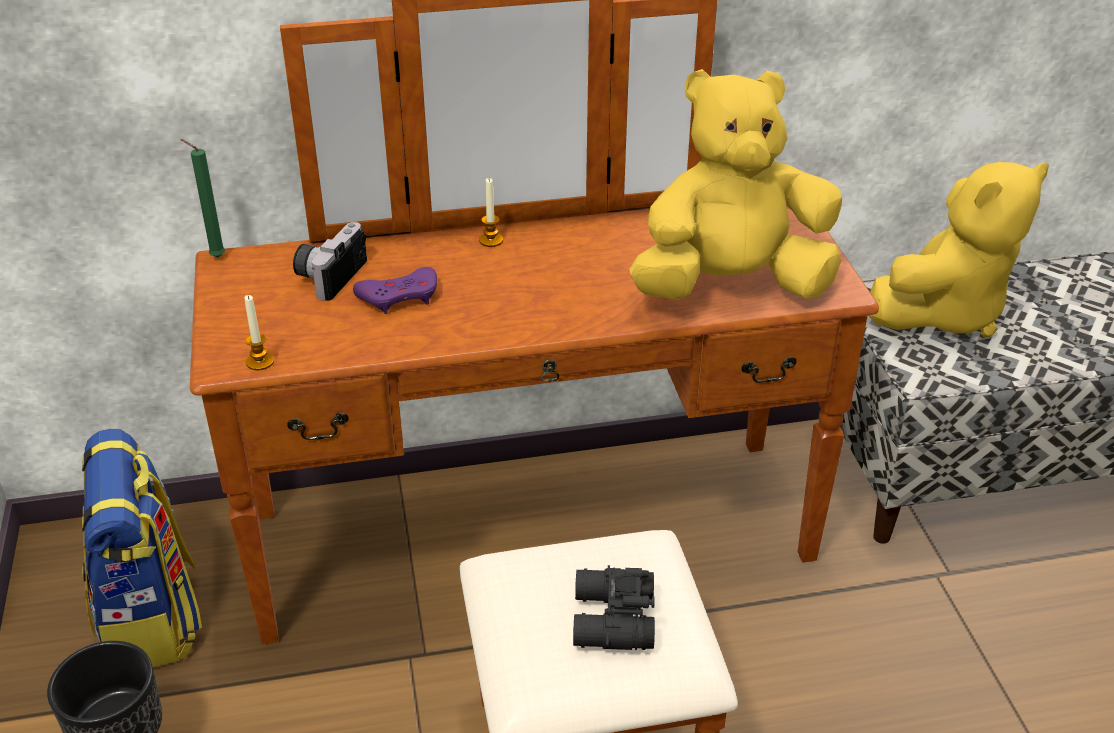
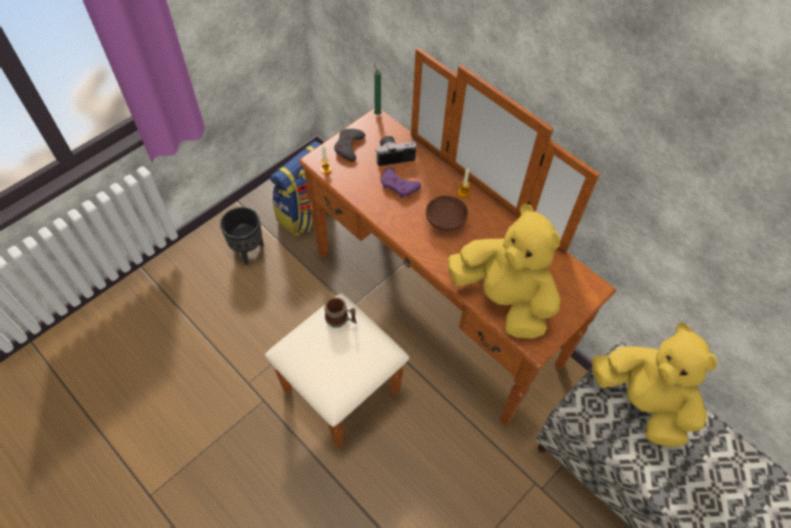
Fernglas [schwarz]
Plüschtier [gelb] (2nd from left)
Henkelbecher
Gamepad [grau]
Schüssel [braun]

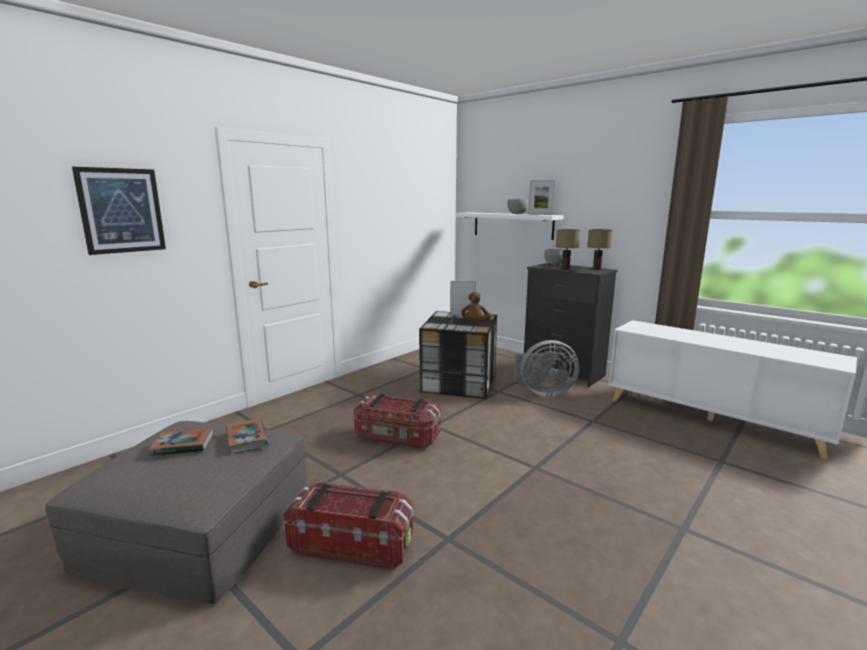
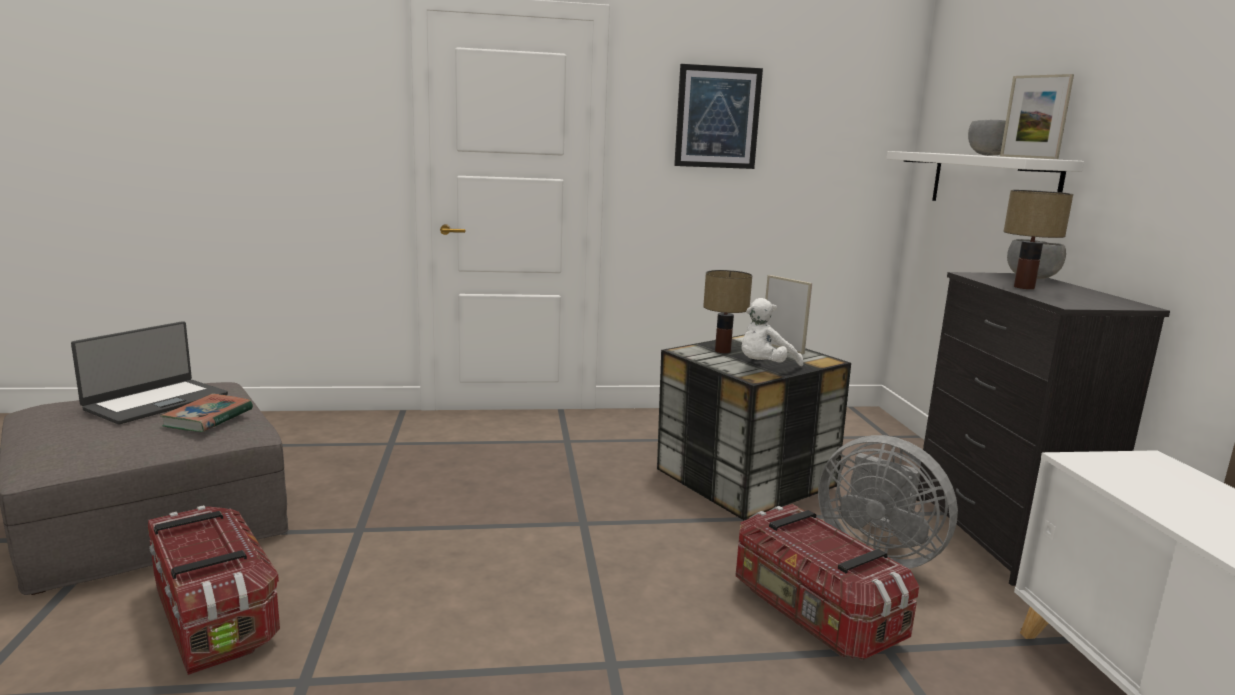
Bild
Laptop
Aufbewahrungsbox (3rd from left)
Plüschtier [weiß]
Tischlampe (1st from left)

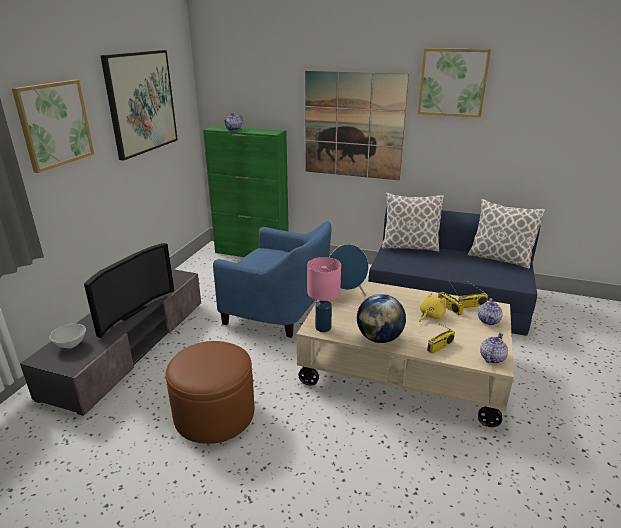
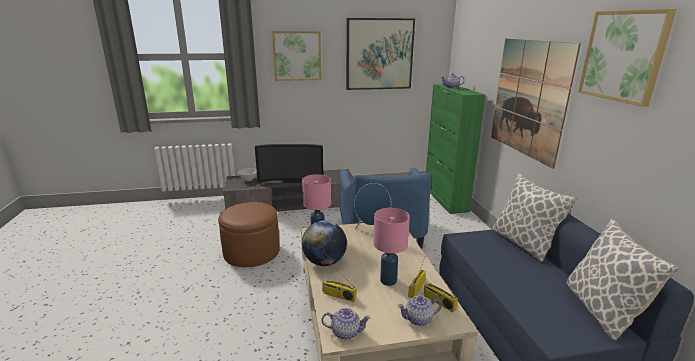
Tischlampe [rosa] (2nd from left)

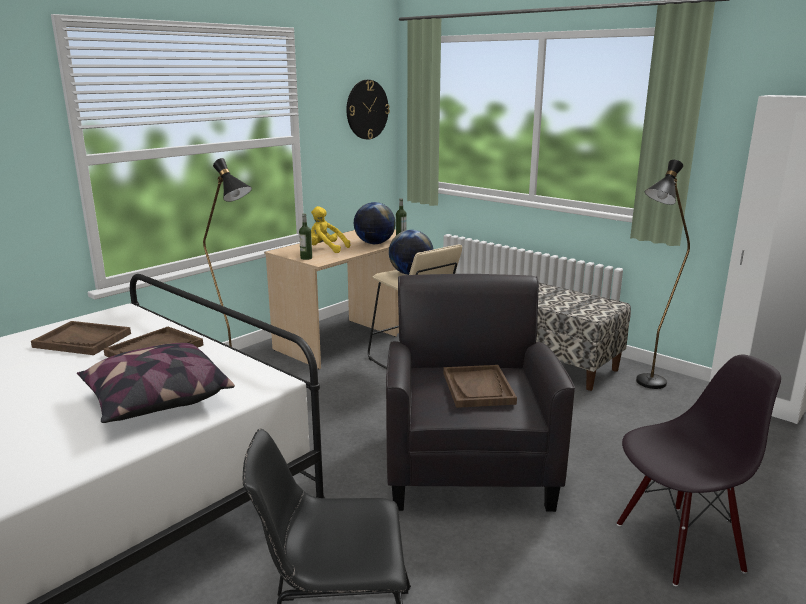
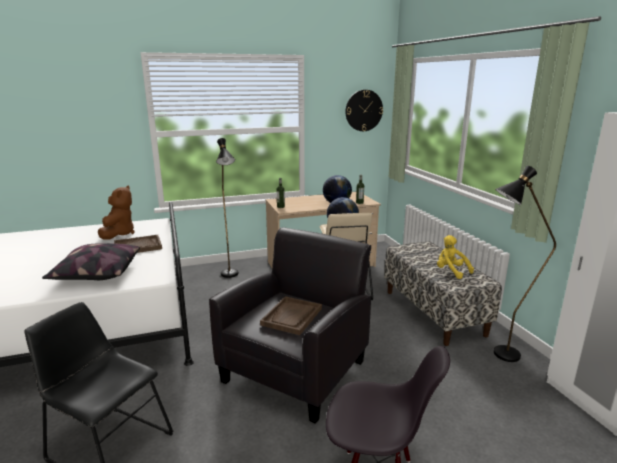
Plüschtier [braun]
Plüschtier [gelb]

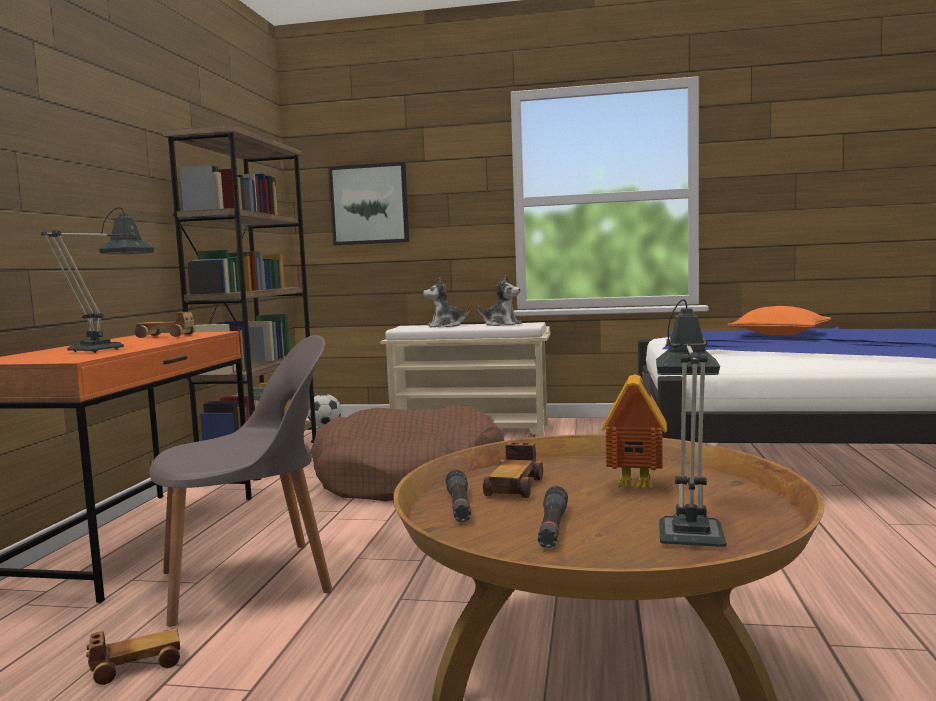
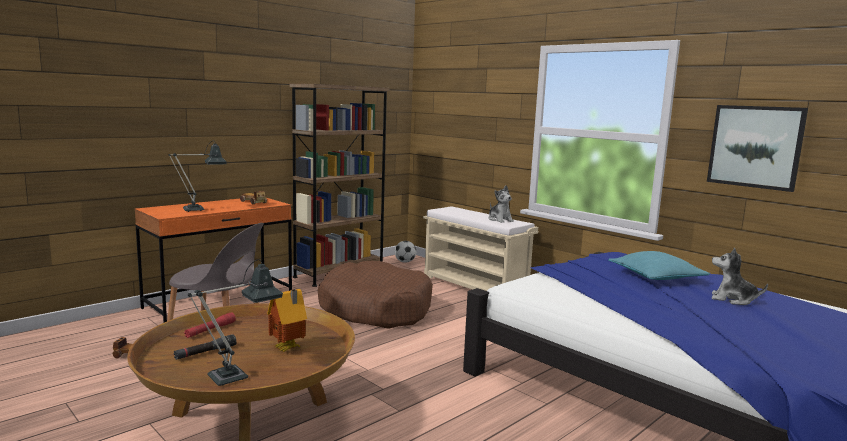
Bild
Plüschtier (2nd from left)
Taschenlampe [rot]
Spielzeugauto (3rd from left in the first image)
Kissen [türkis]

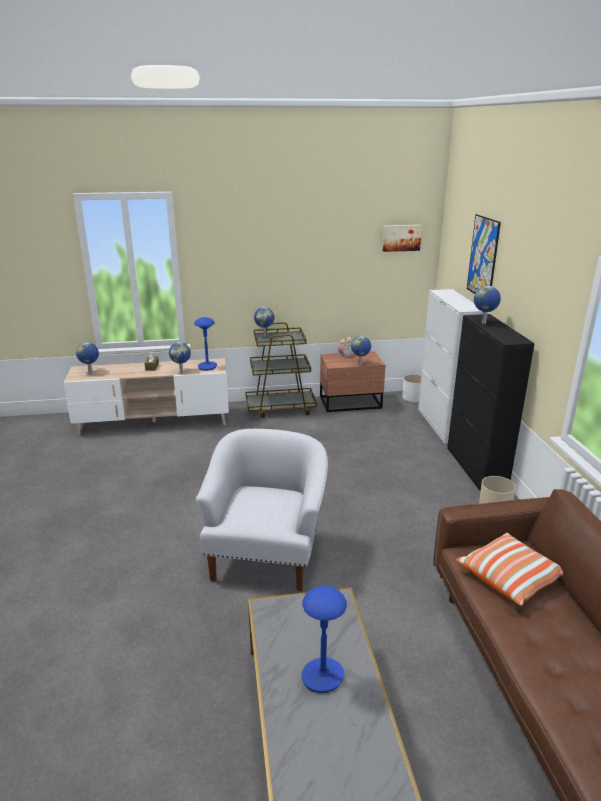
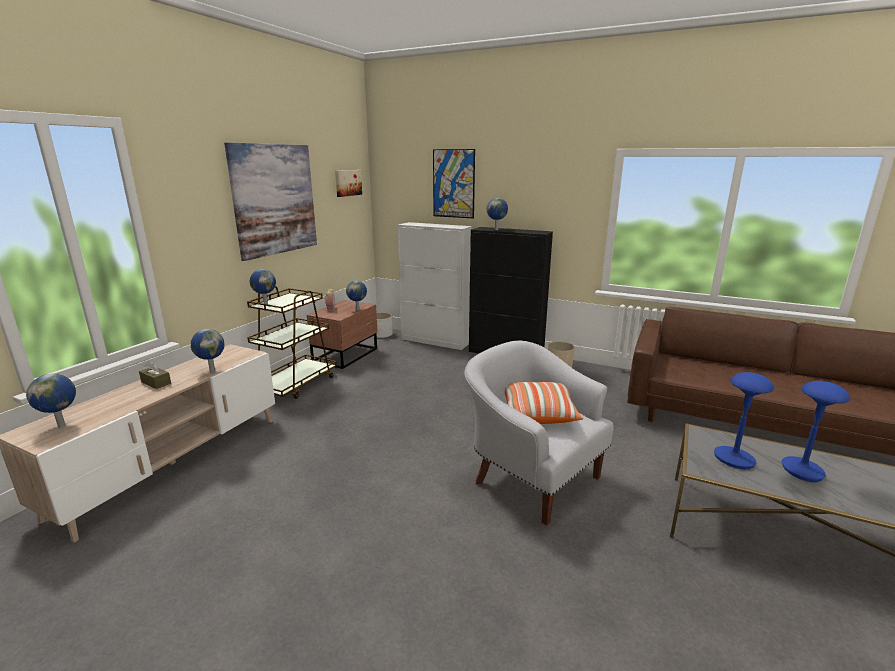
Tischlampe [blau] (1st from left)
Kissen
Bild (1st from left)

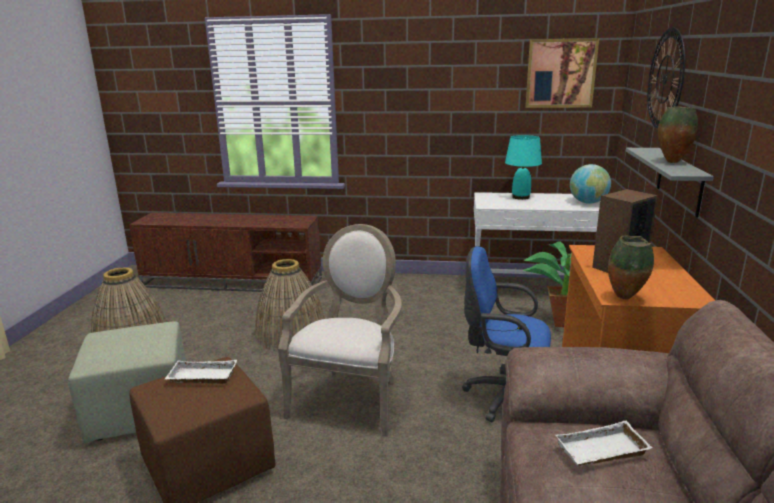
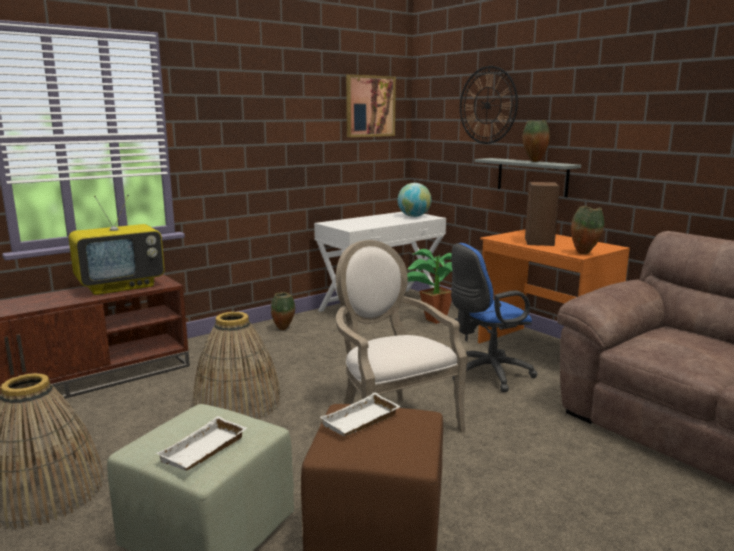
Tischlampe [türkis]
Tablett [weiß] (1st from left)
Fernseher
Vase (1st from left)

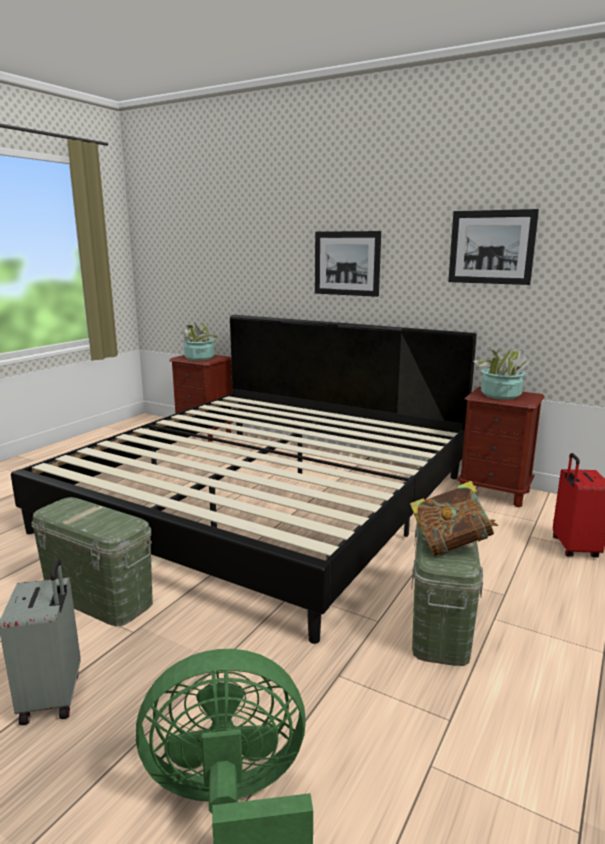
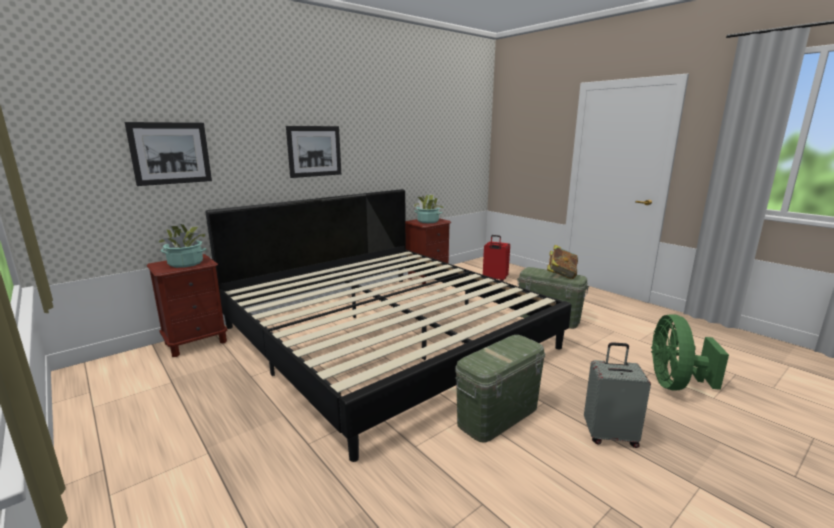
Bild (1st from left)

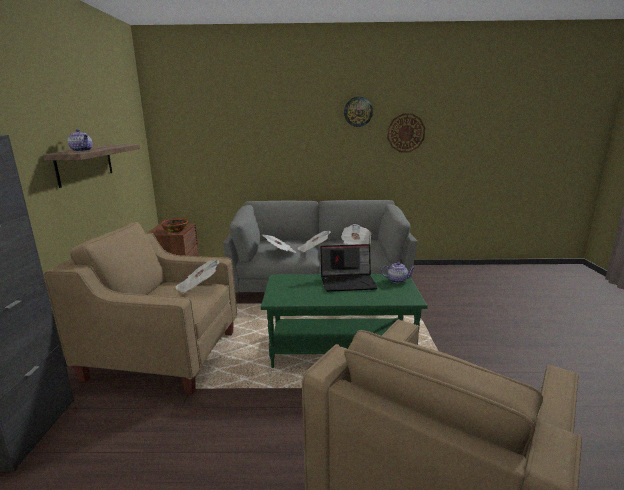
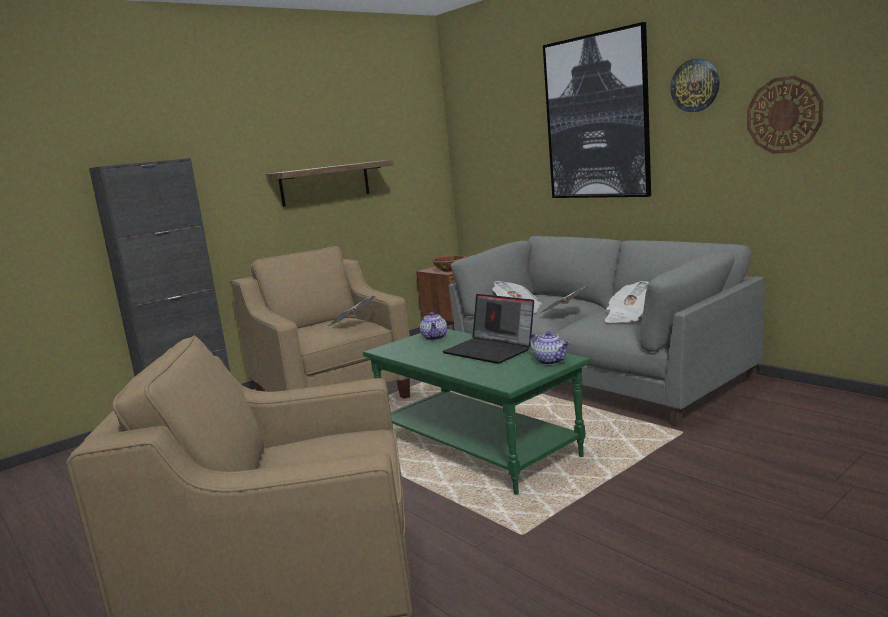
Teekanne (1st from left)
Bild

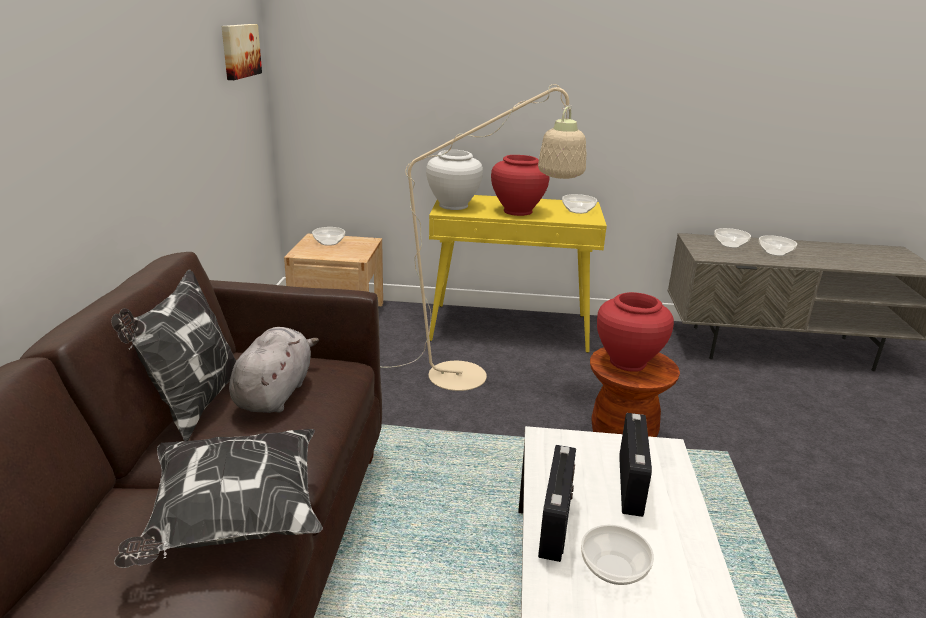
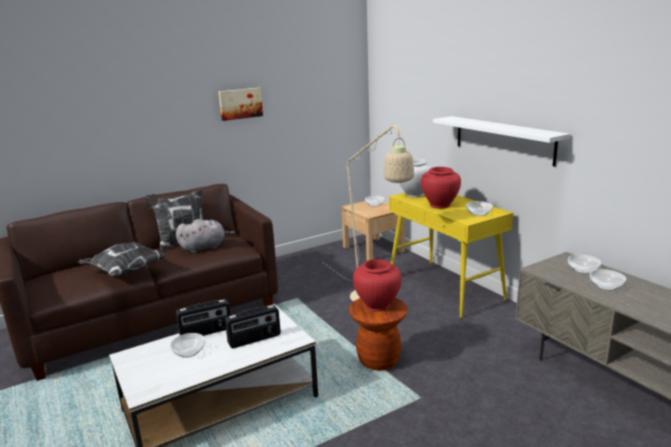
Bild
Wandregal [weiß]

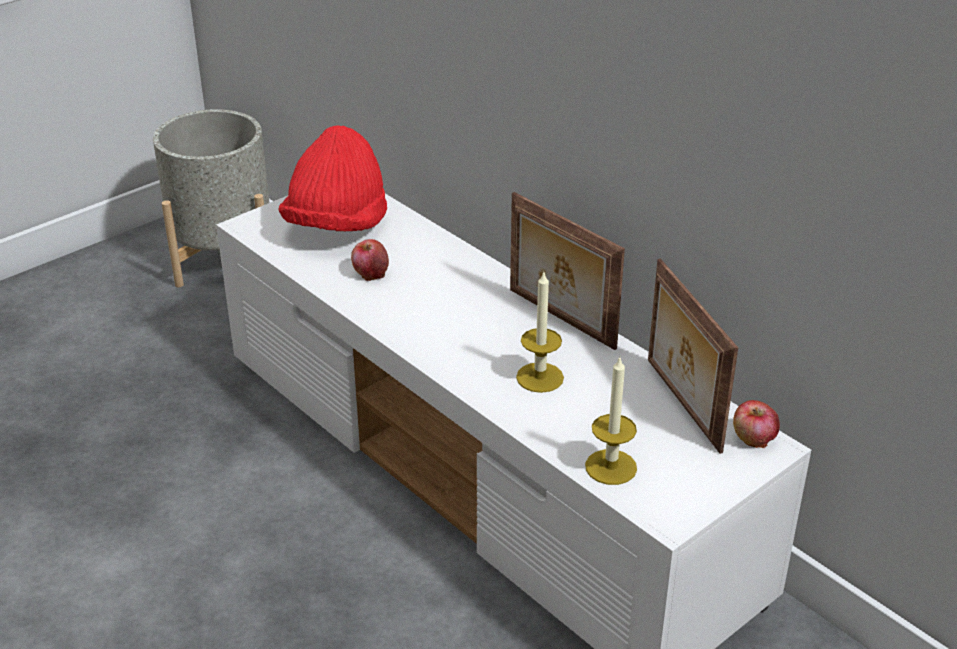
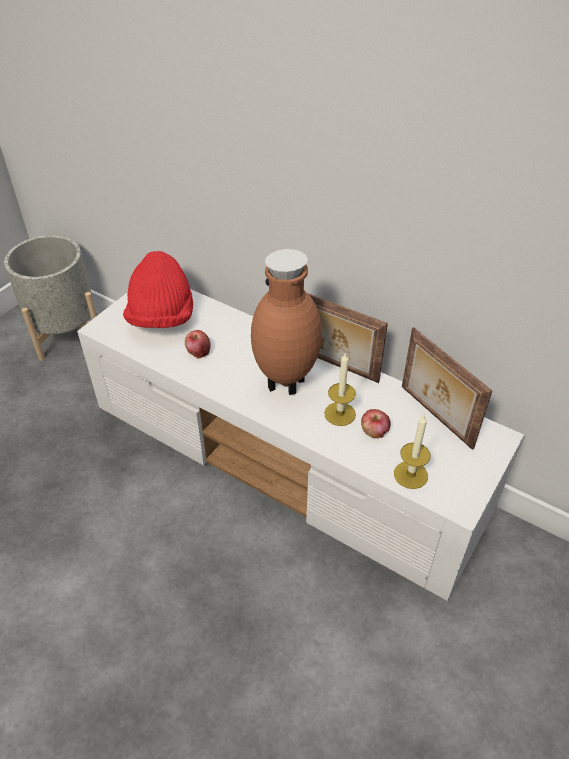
Apfel (2nd from left)
Vase [braun]

